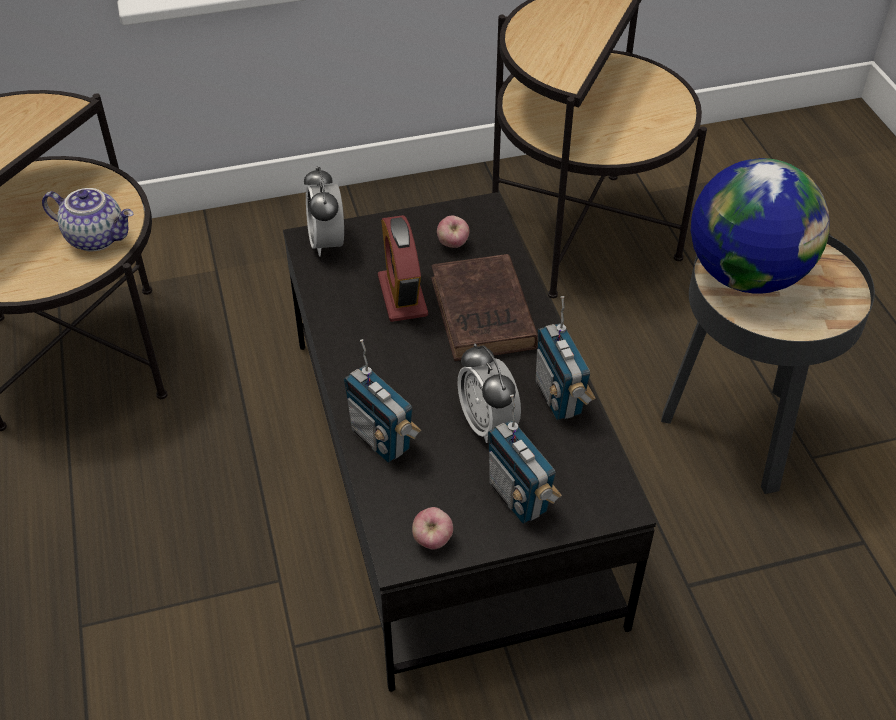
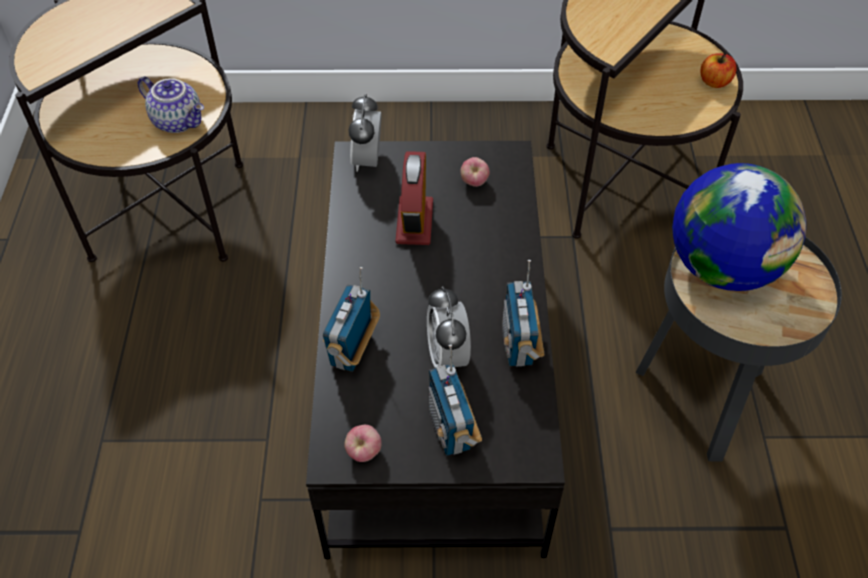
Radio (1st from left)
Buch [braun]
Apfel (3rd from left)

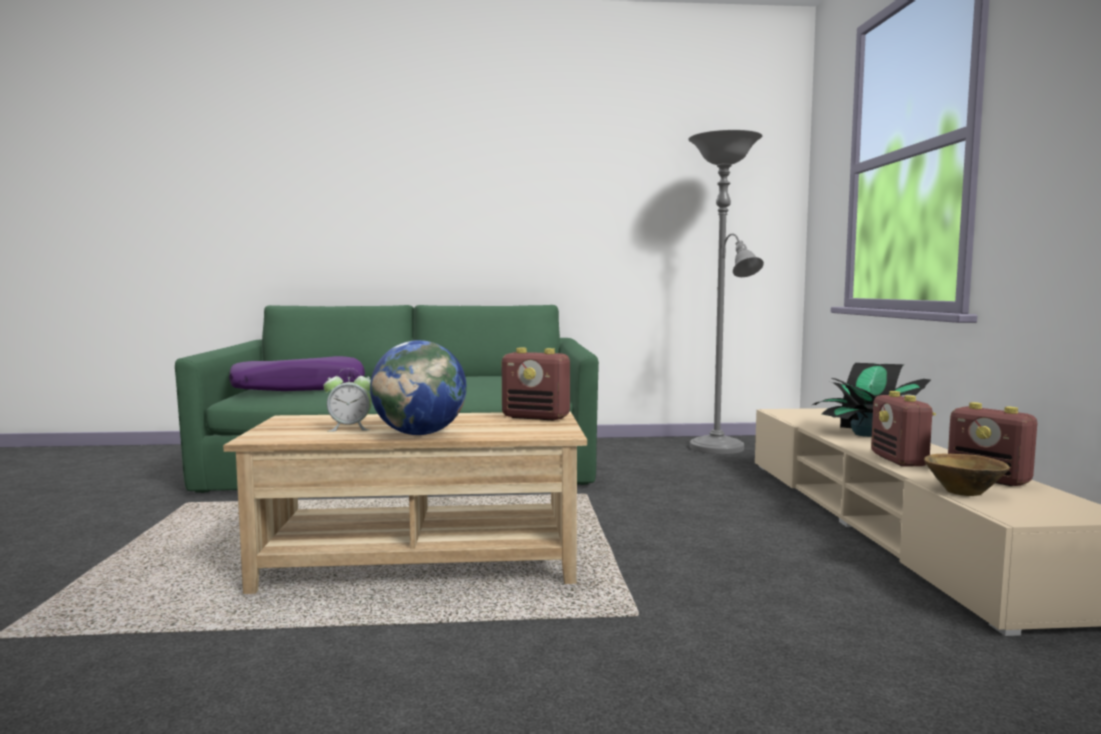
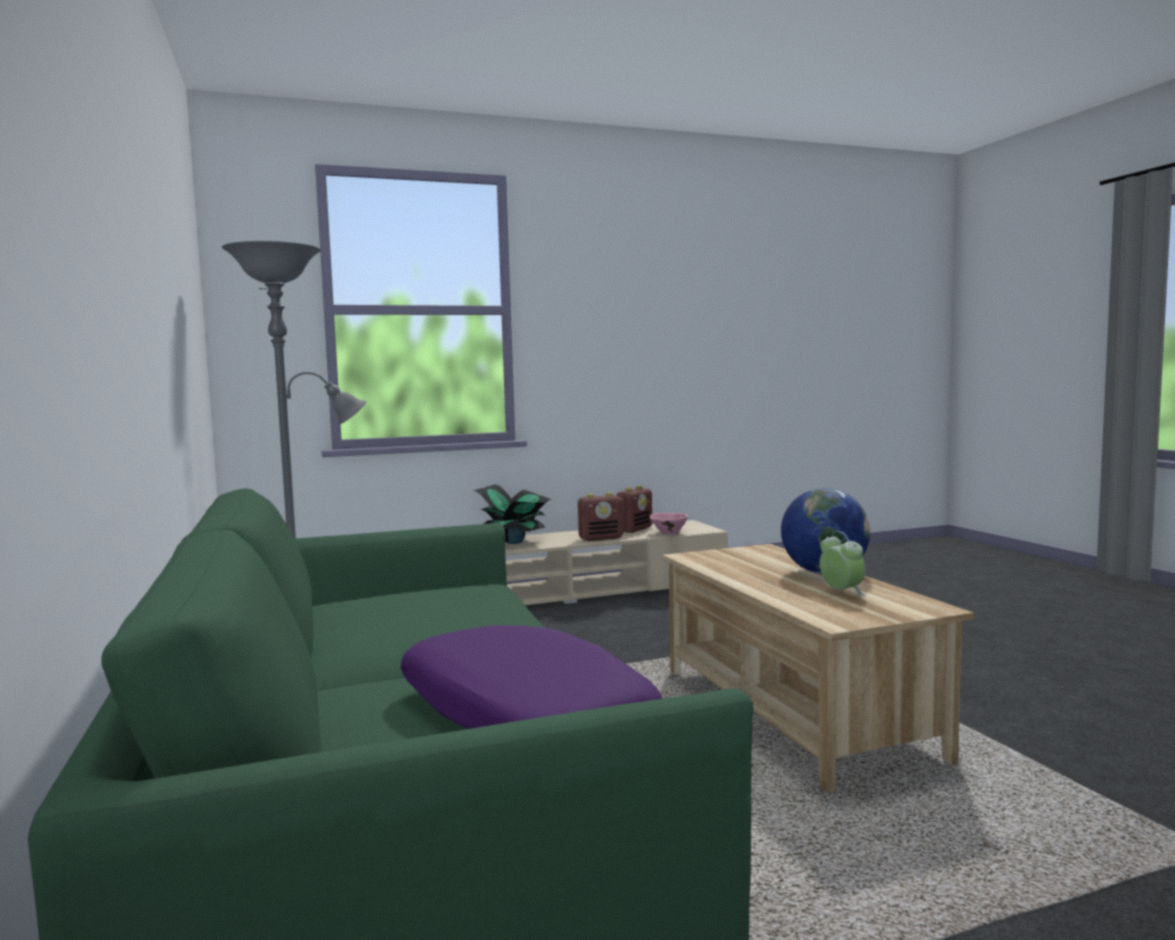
Radio (1st from left in the first image)
Schüssel [rosa]

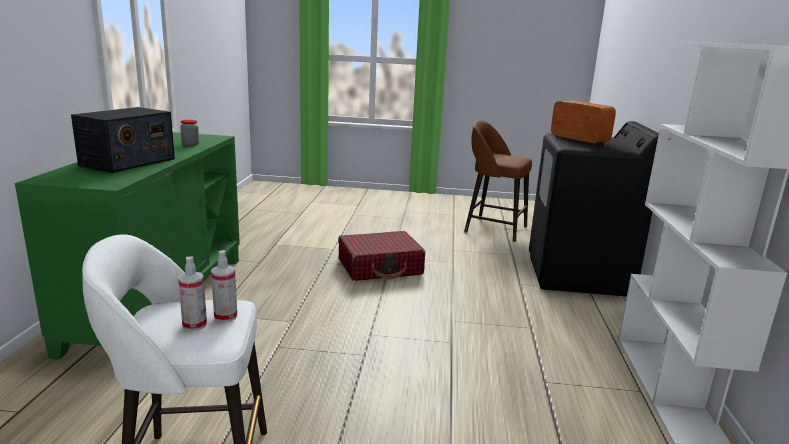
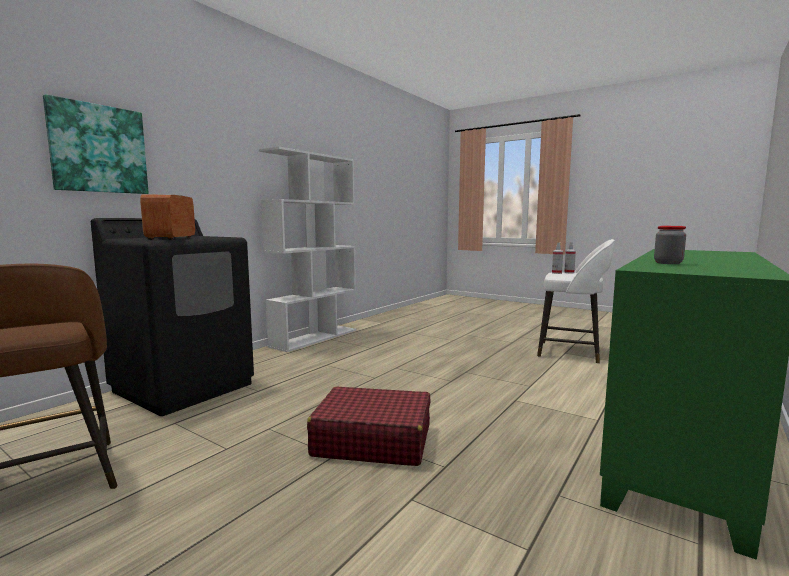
Radio (1st from left in the first image)
Bild

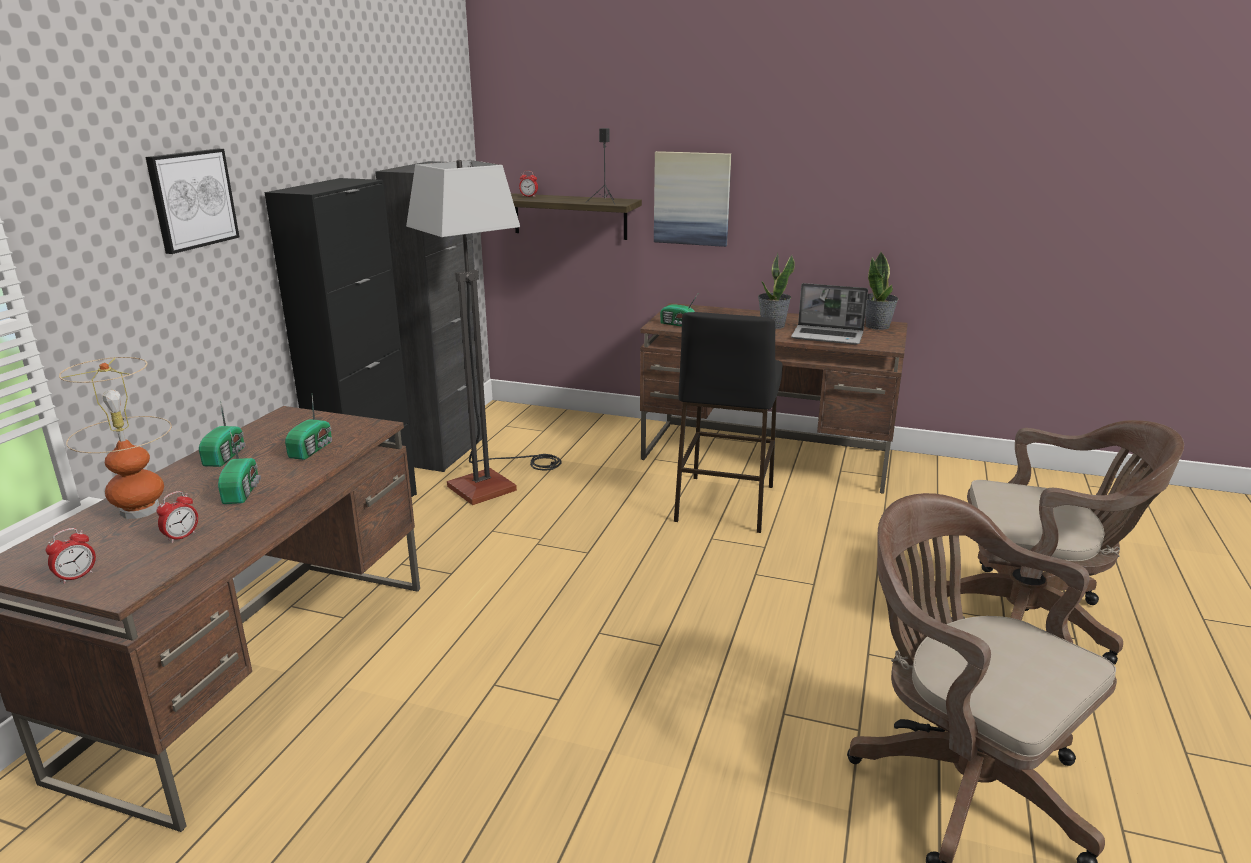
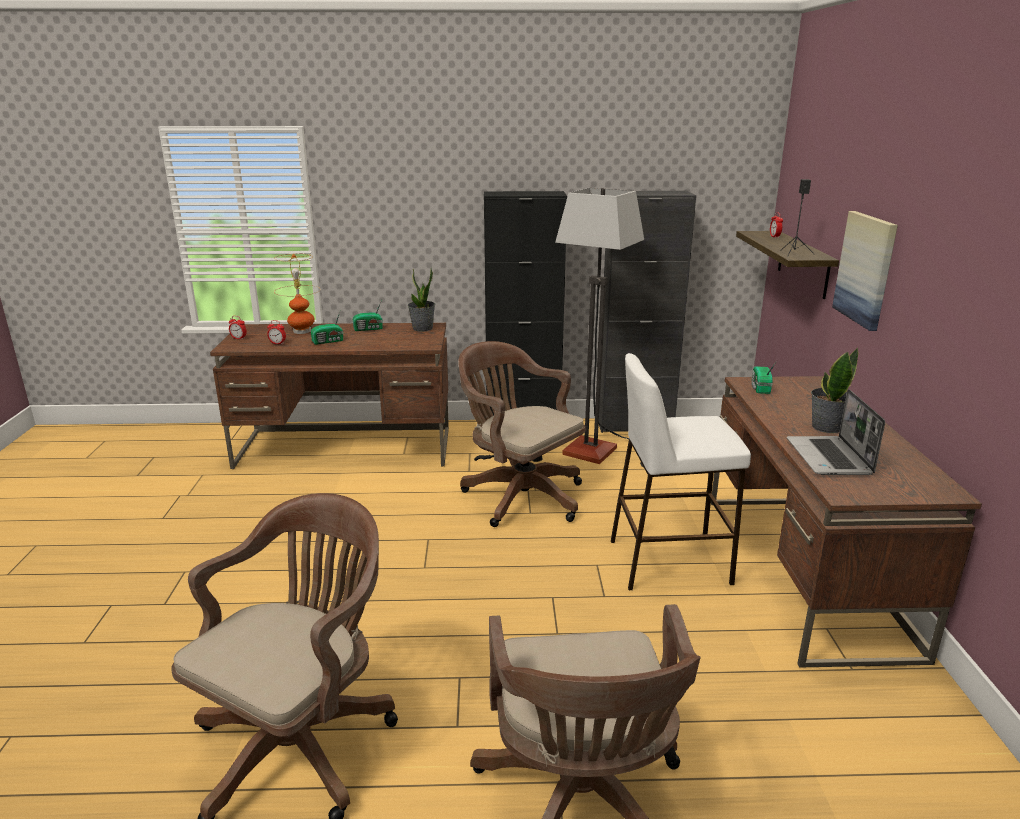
Bild (1st from left in the first image)
Radio (3rd from left in the first image)
Hocker [weiß]
Topfpflanze (1st from left)
Bürostuhl [braun] (2nd from left)

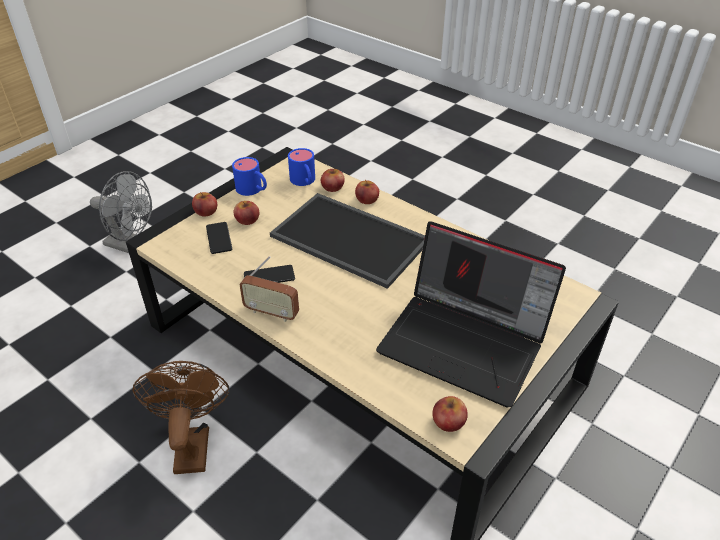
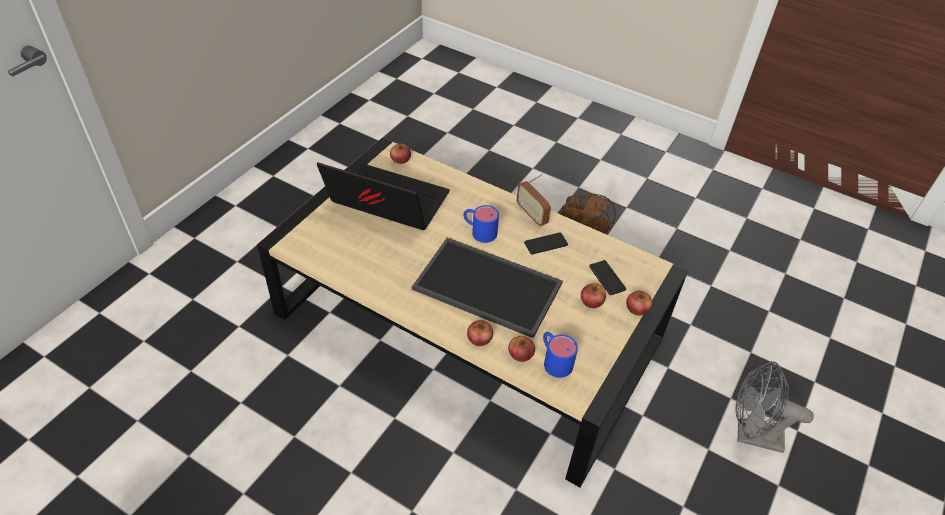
Henkelbecher [blau] (1st from left)
Radio

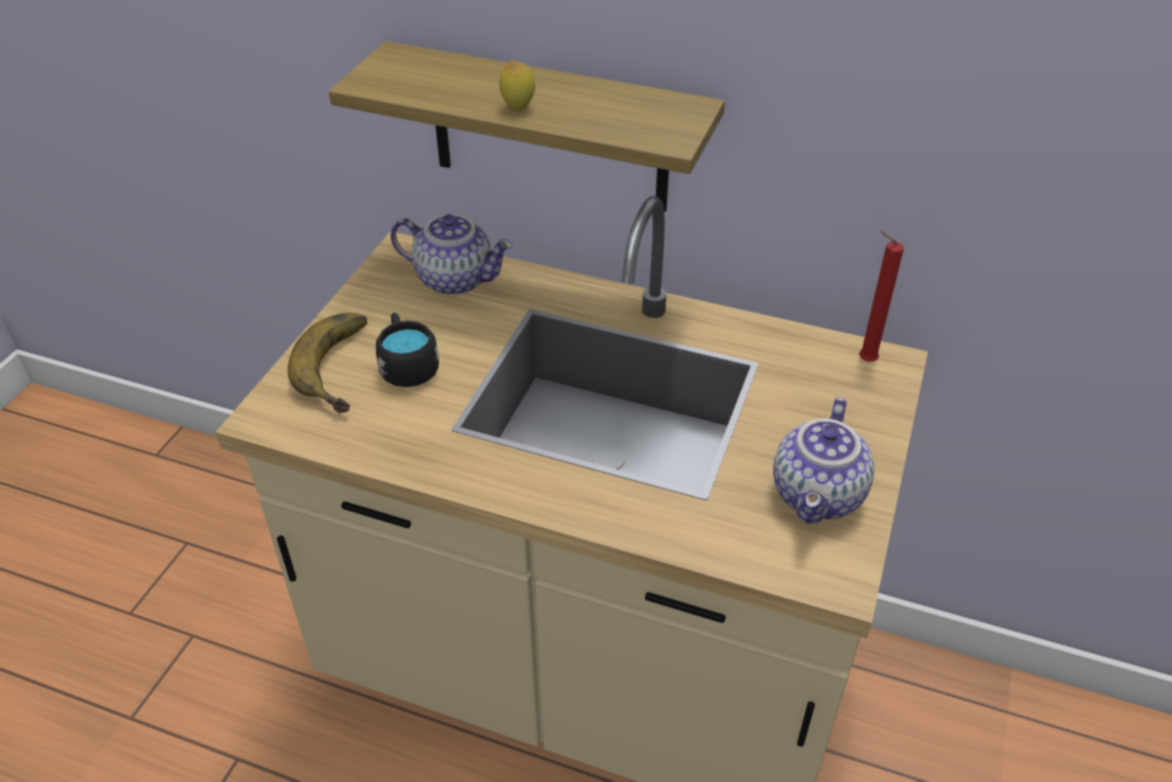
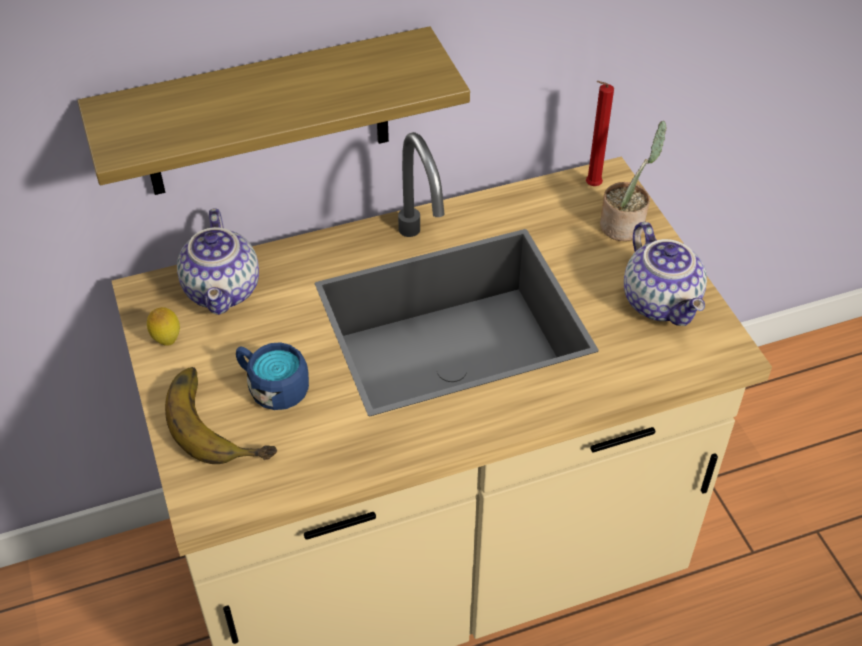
Henkelbecher [blau]
Teekanne (1st from left)
Zitrone
Topfpflanze

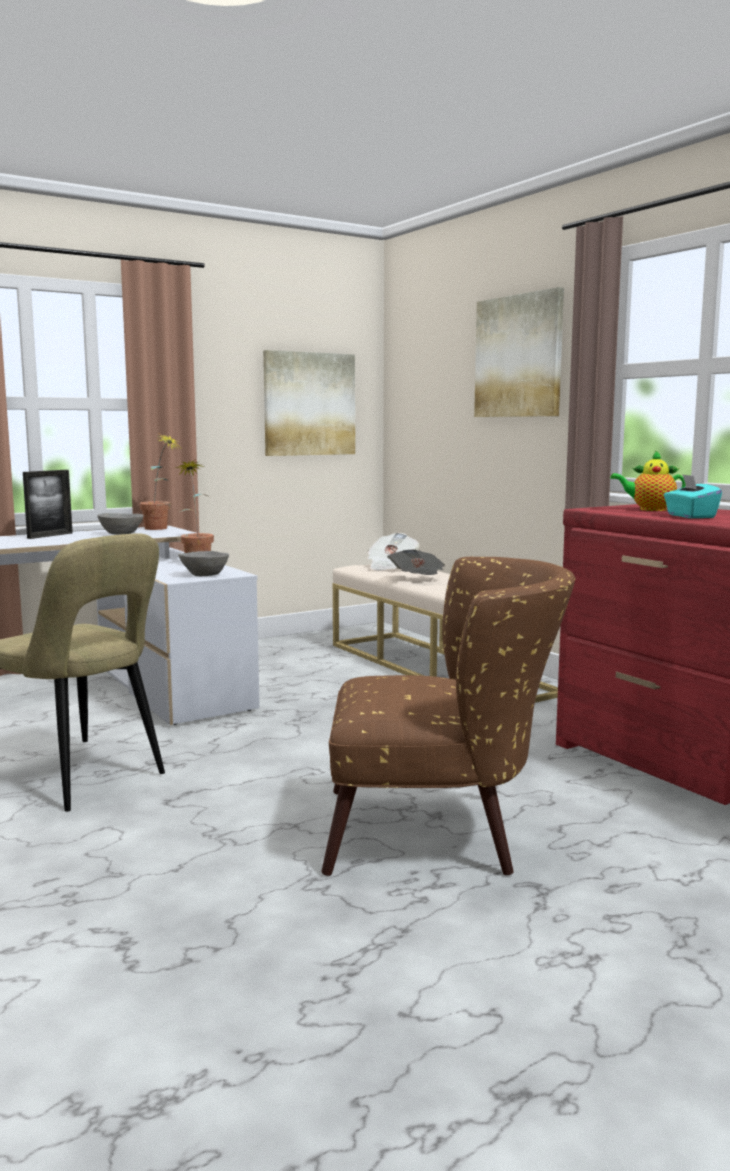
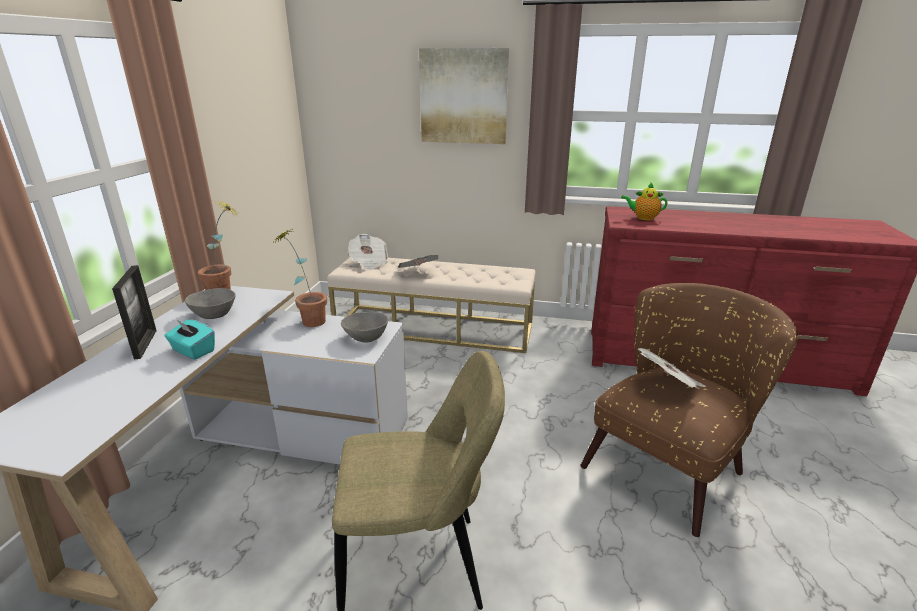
Bild (1st from left in the first image)
Teekanne
Taschentuchbox [türkis]
Zeitung (3rd from left)

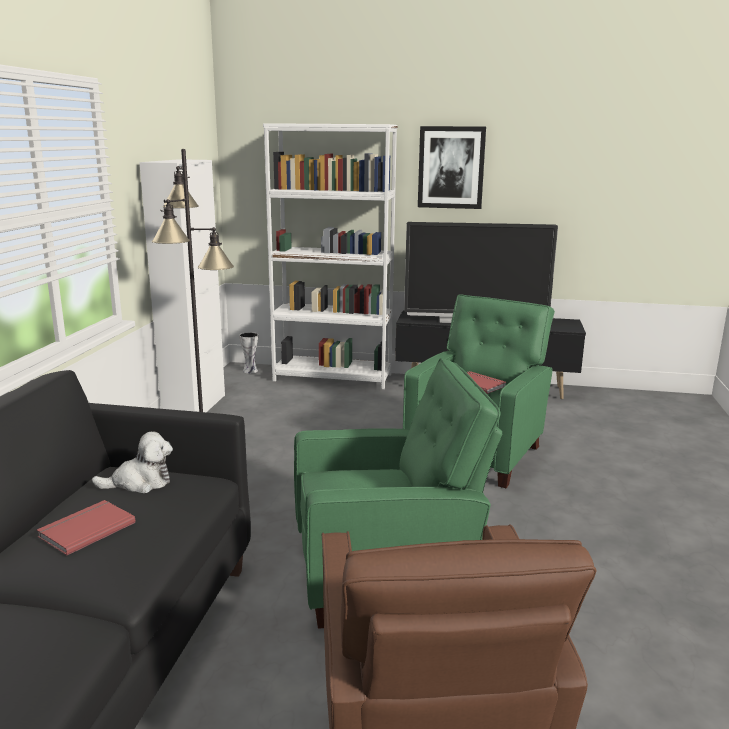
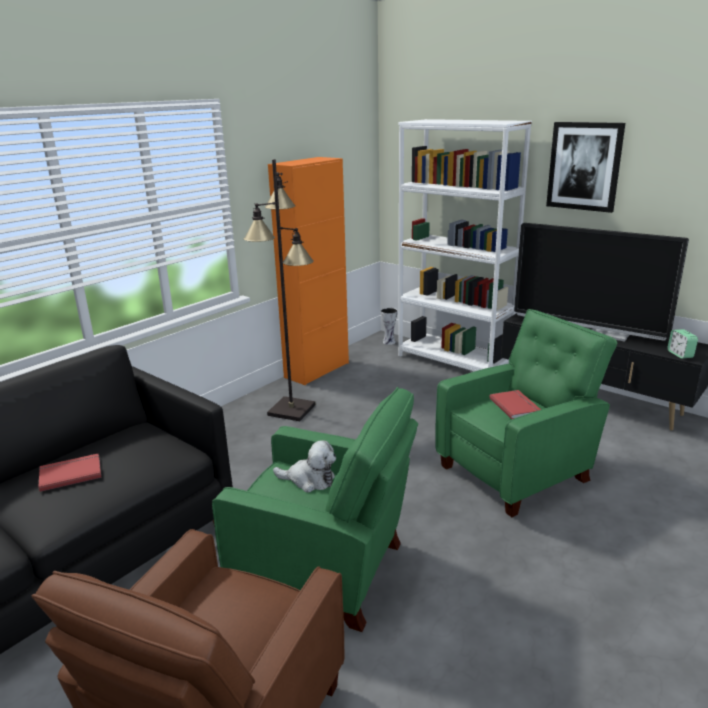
Plüschtier
Schrank [orange]
Wecker

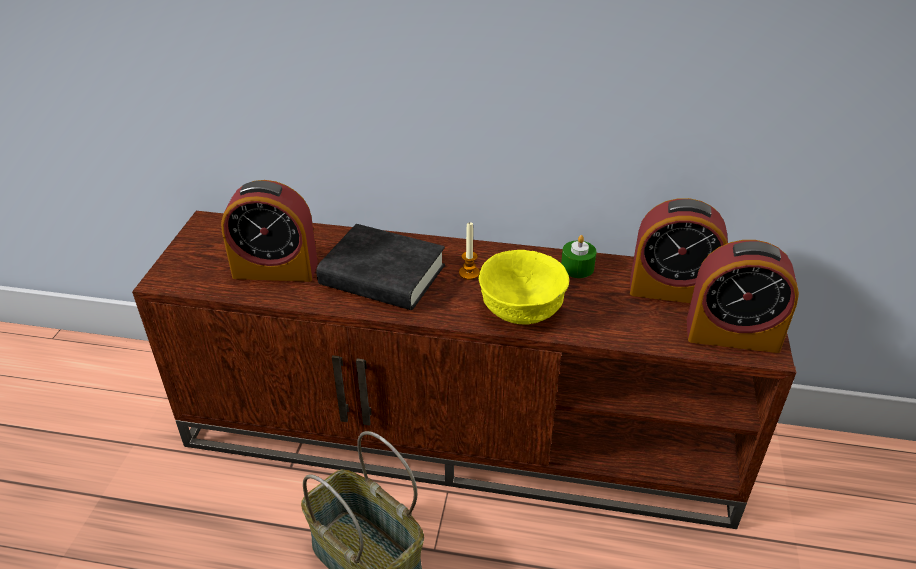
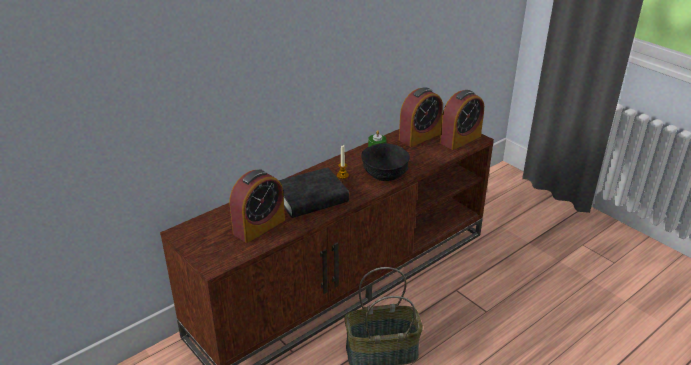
Schüssel [schwarz]

